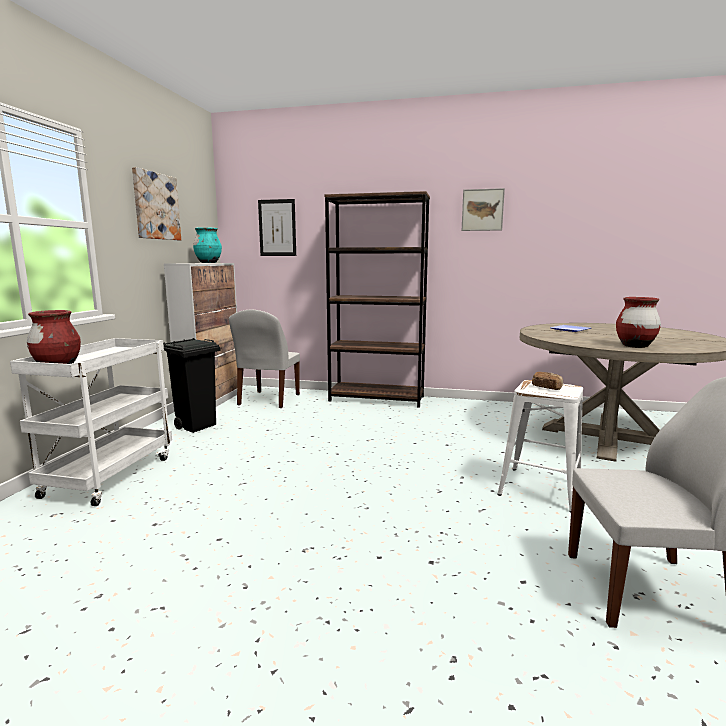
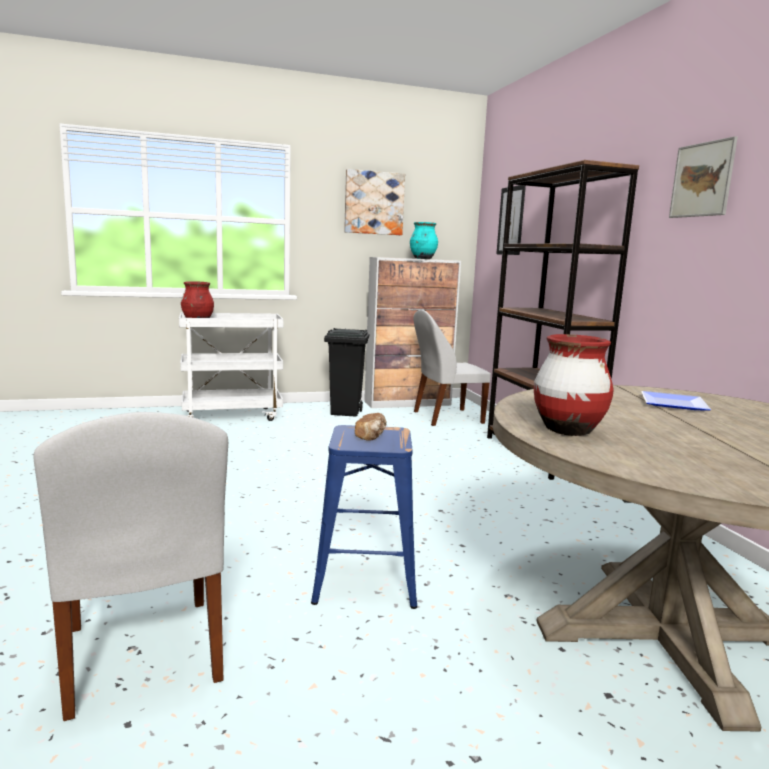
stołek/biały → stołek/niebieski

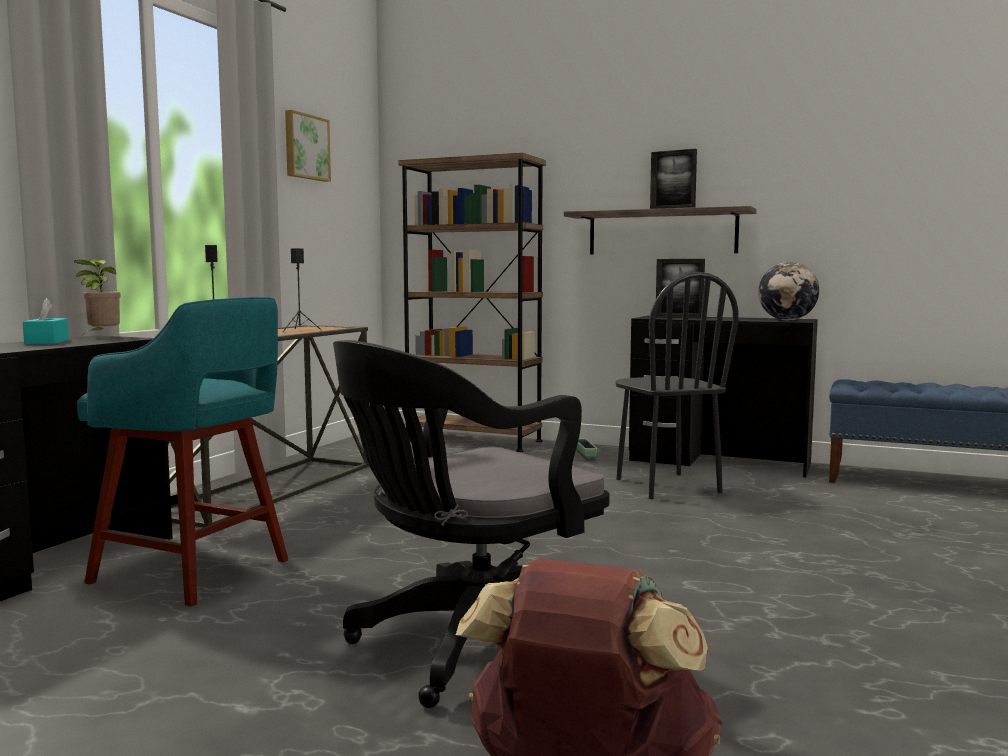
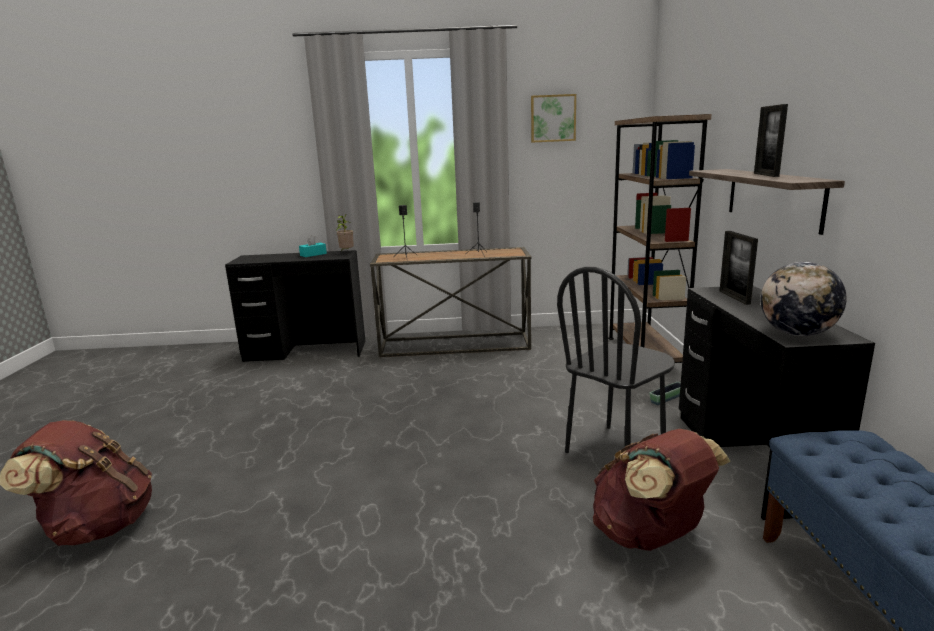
stołek/turkusowy → -
krzesło biurowe/czarny → -
- → plecak/brązowy (no. 2 from left)

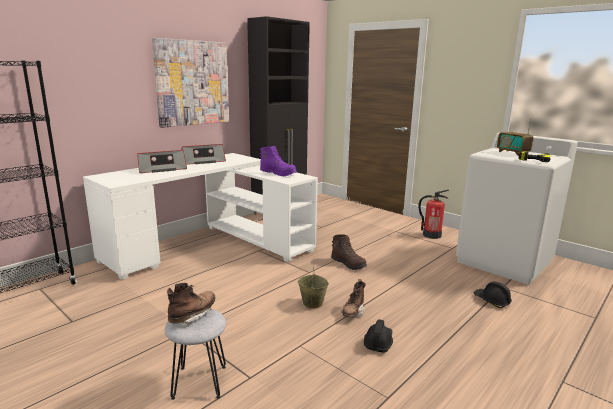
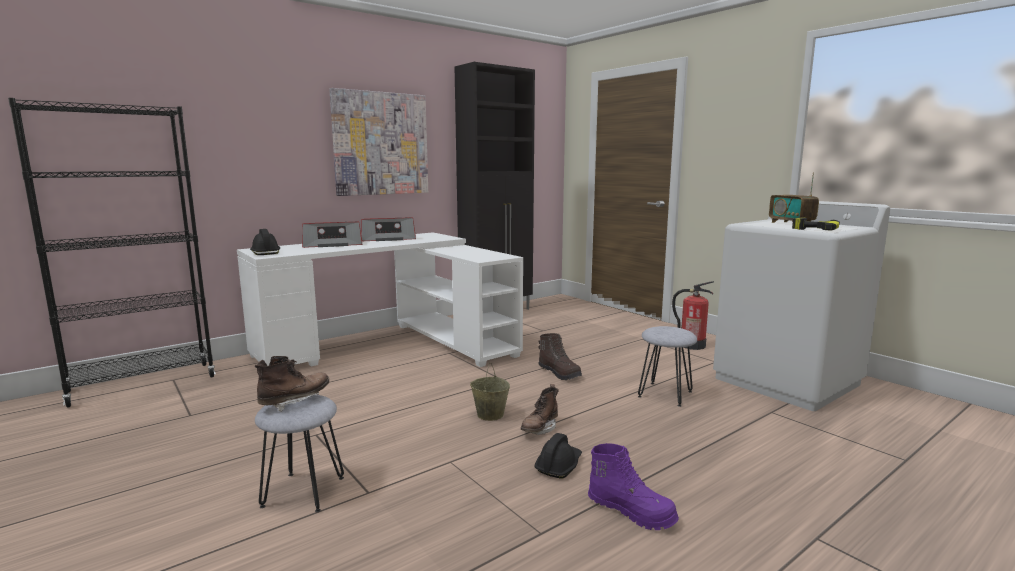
- → stołek/szary (no. 2 from left)
but z cholewką/fioletowy, shifted
kask/czarny (no. 2 from left in the first image) → kask/czarny (no. 1 from left), shifted

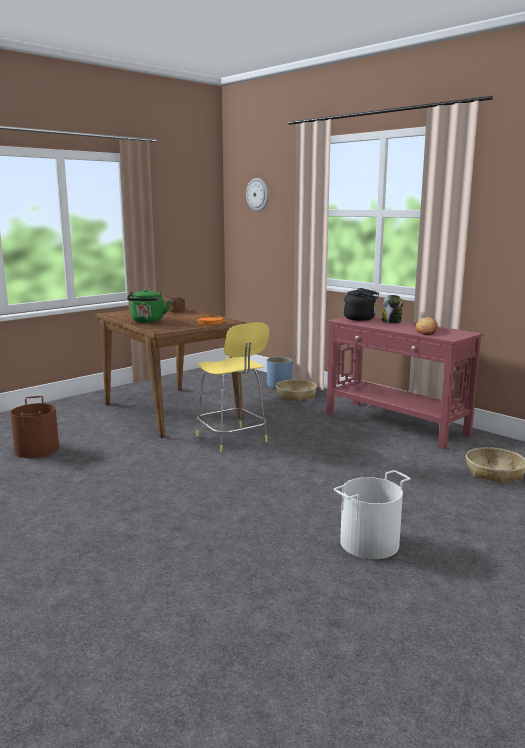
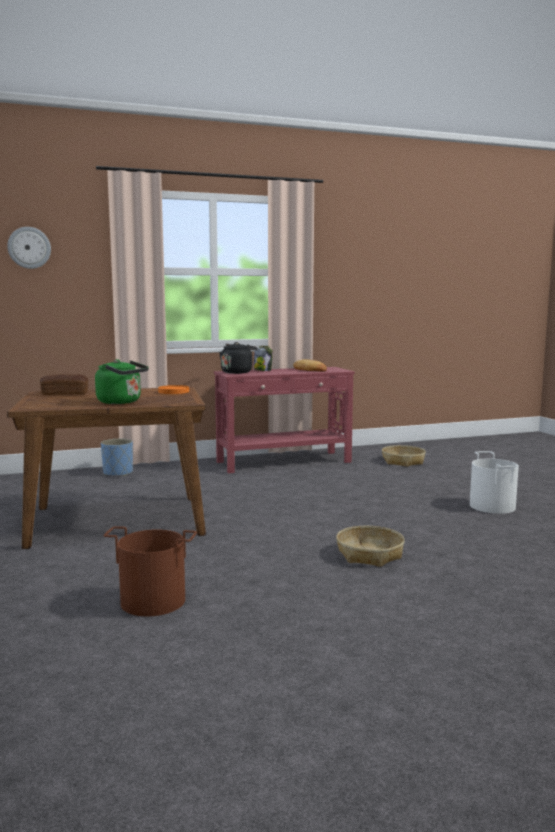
stołek/żółty → -
koszyk (no. 1 from left), shifted

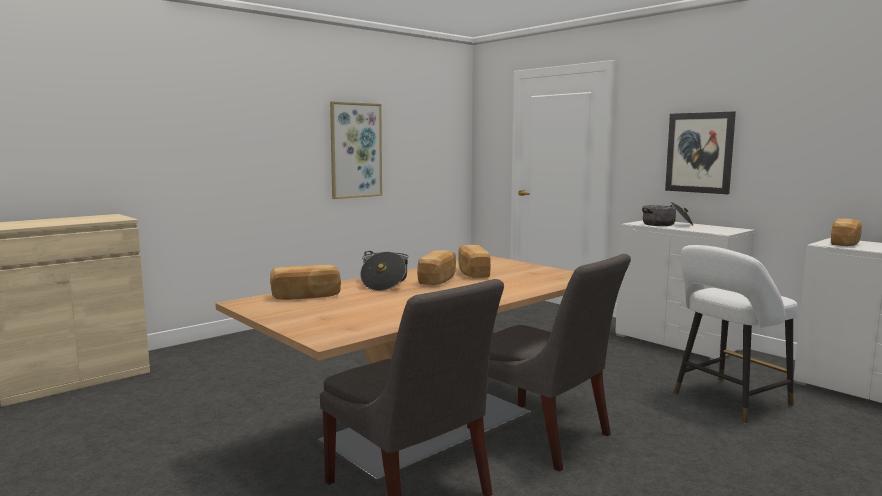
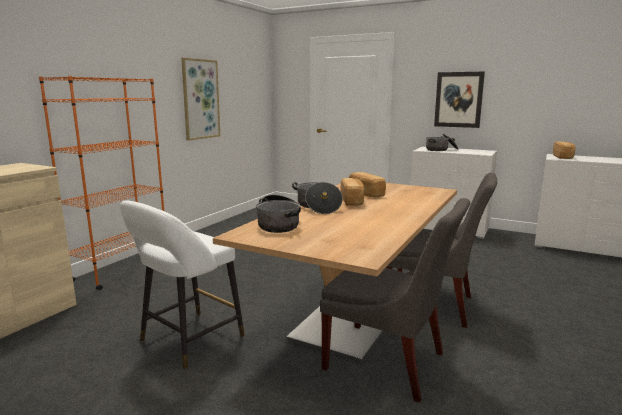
- → regał/pomarańczowy
stołek/biały, shifted
chleb (no. 1 from left) → garnek (no. 1 from left)

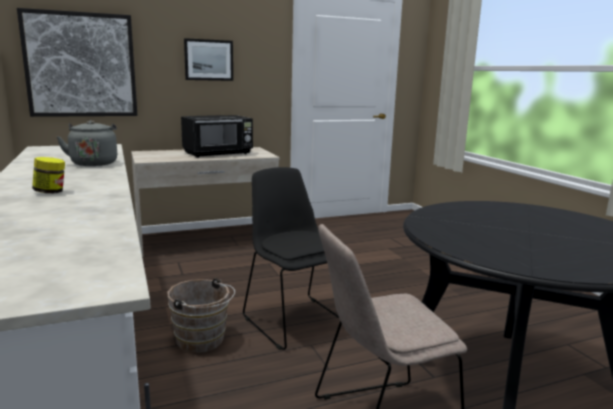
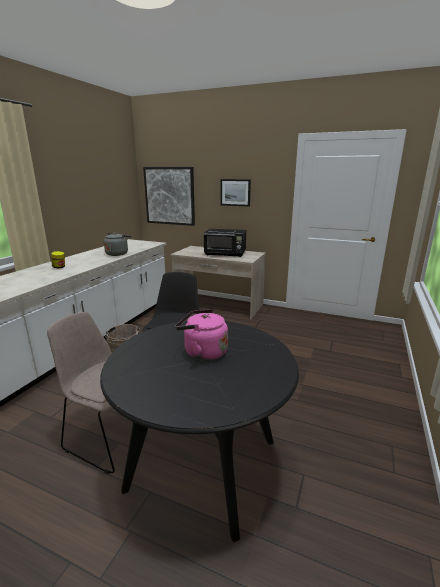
- → czajnik/różowy

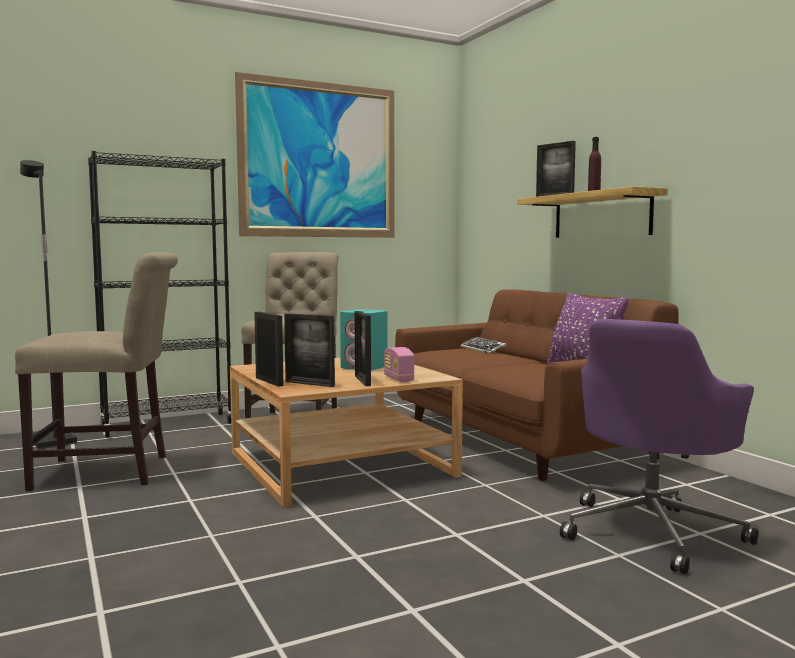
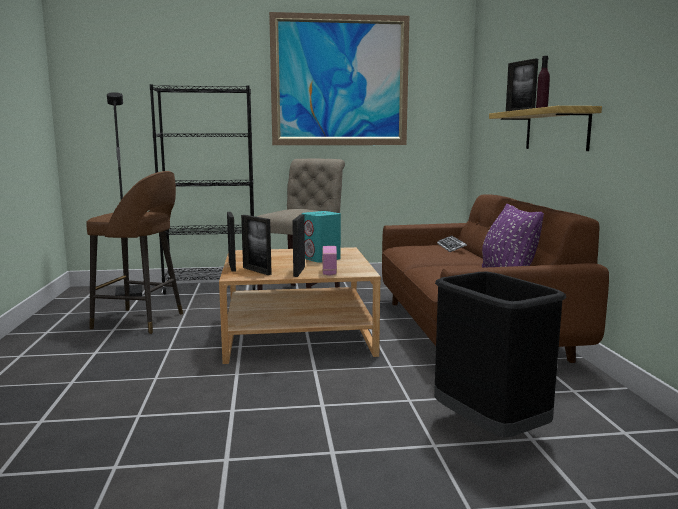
krzesło/beżowy (no. 1 from left) → stołek/brązowy
krzesło biurowe/fioletowy → kosz na śmieci/czarny

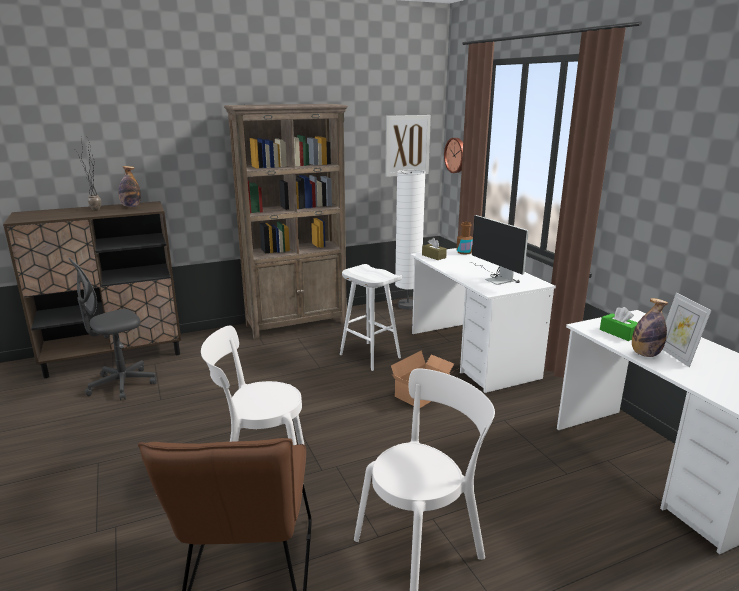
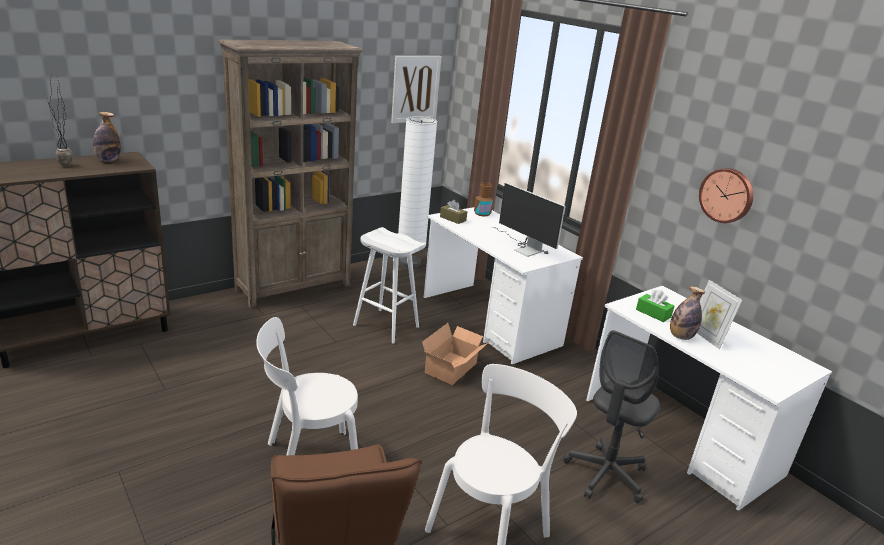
krzesło biurowe/szary, shifted
zegar ścienny, shifted

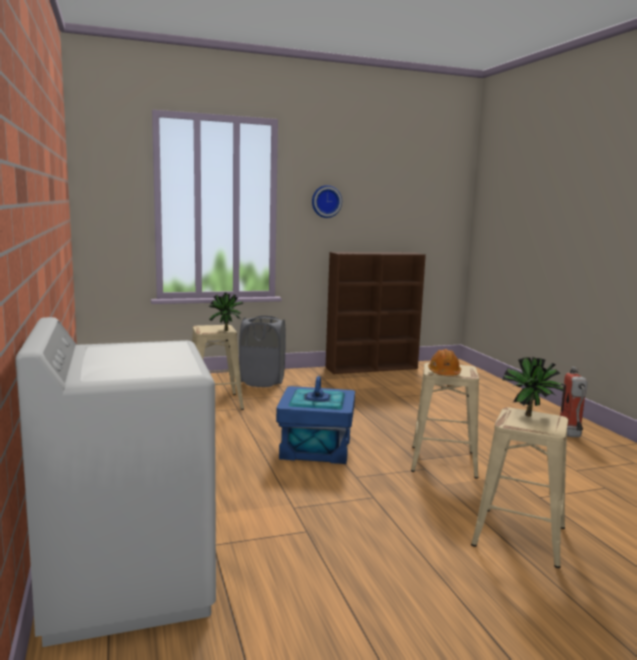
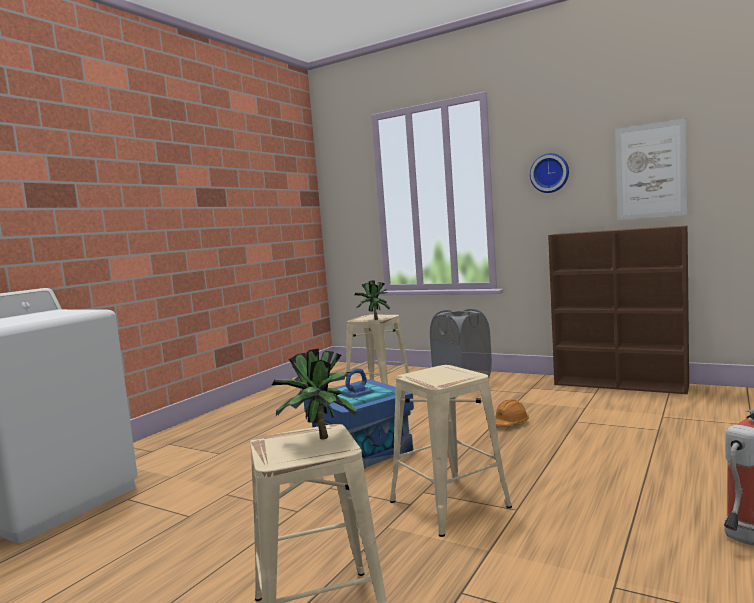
- → obraz
kask/pomarańczowy, shifted

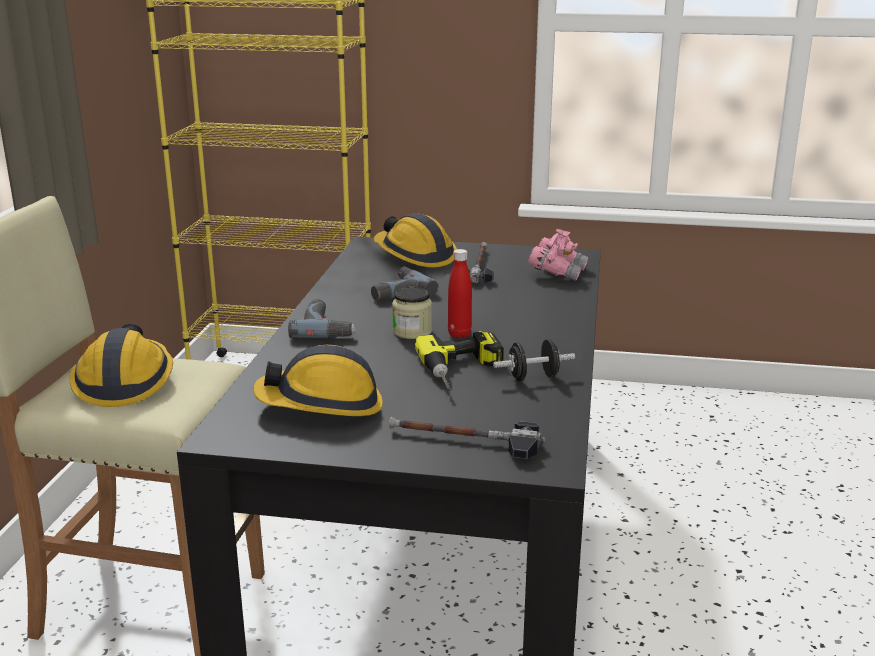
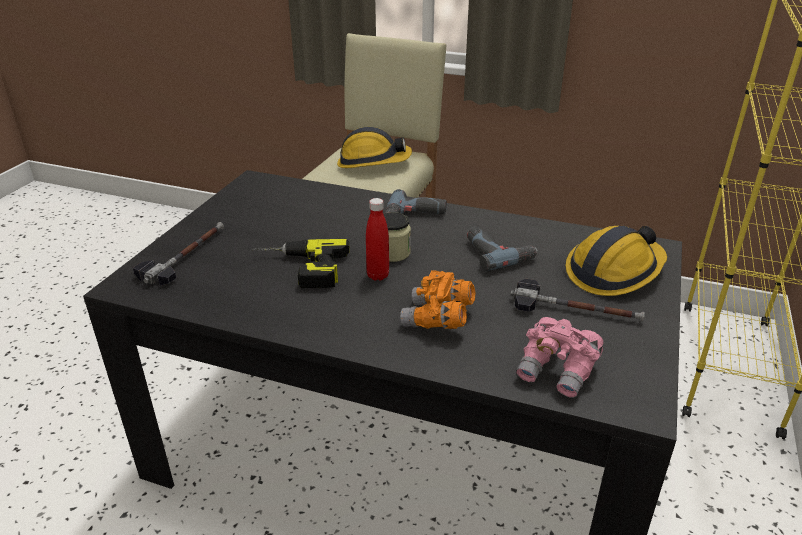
kask (no. 2 from left) → -
hantel/czarny → -
- → lornetka/pomarańczowy

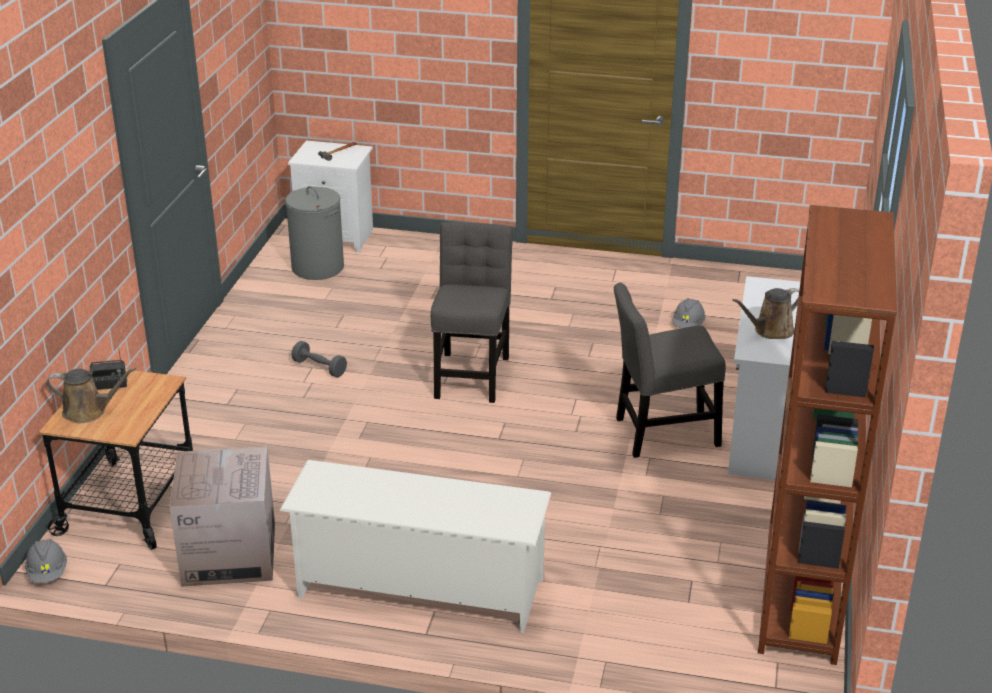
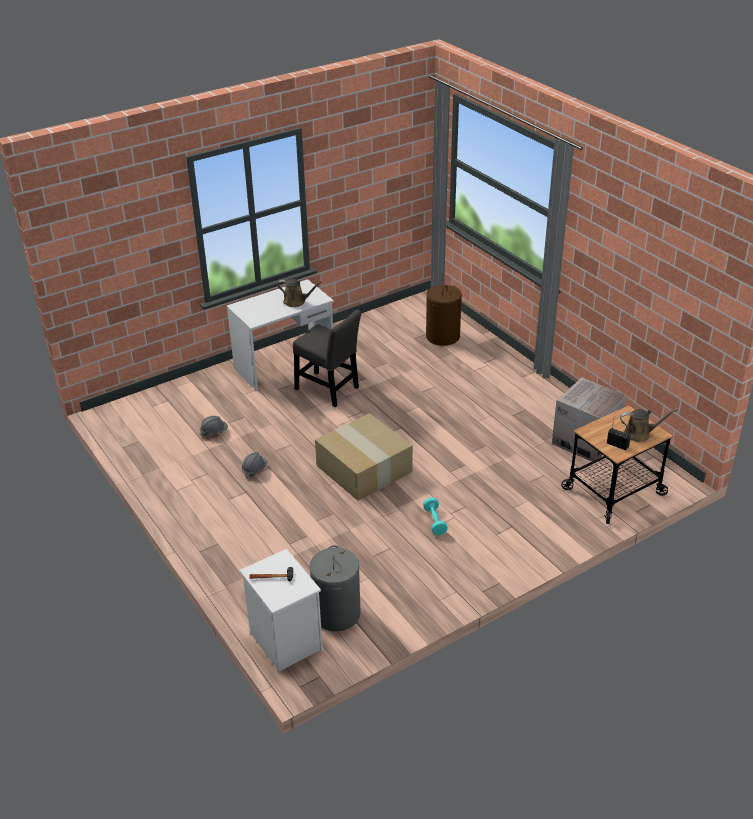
regał na buty/biały → -
regał/brązowy → -
- → kosz na pranie/brązowy
kask/szary (no. 1 from left in the first image) → kask/szary (no. 2 from left), shifted
krzesło/szary (no. 1 from left) → karton (no. 1 from left)
hantel/szary → hantel/turkusowy
konewka/brązowy (no. 1 from left in the first image) → konewka/brązowy (no. 2 from left), 135 degrees clockwise

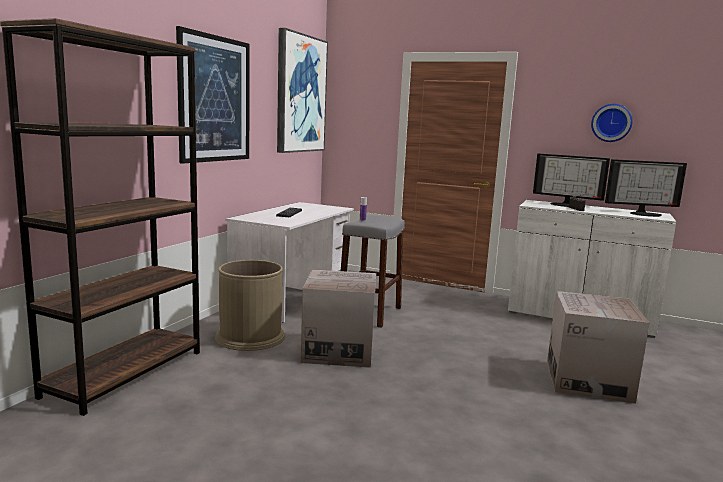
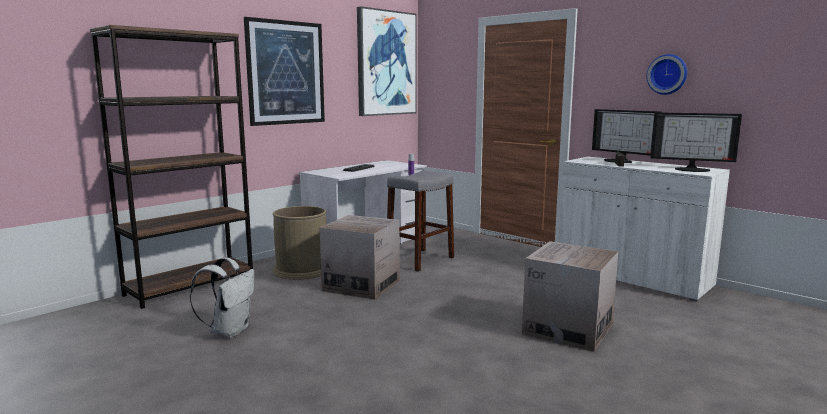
- → plecak/biały

